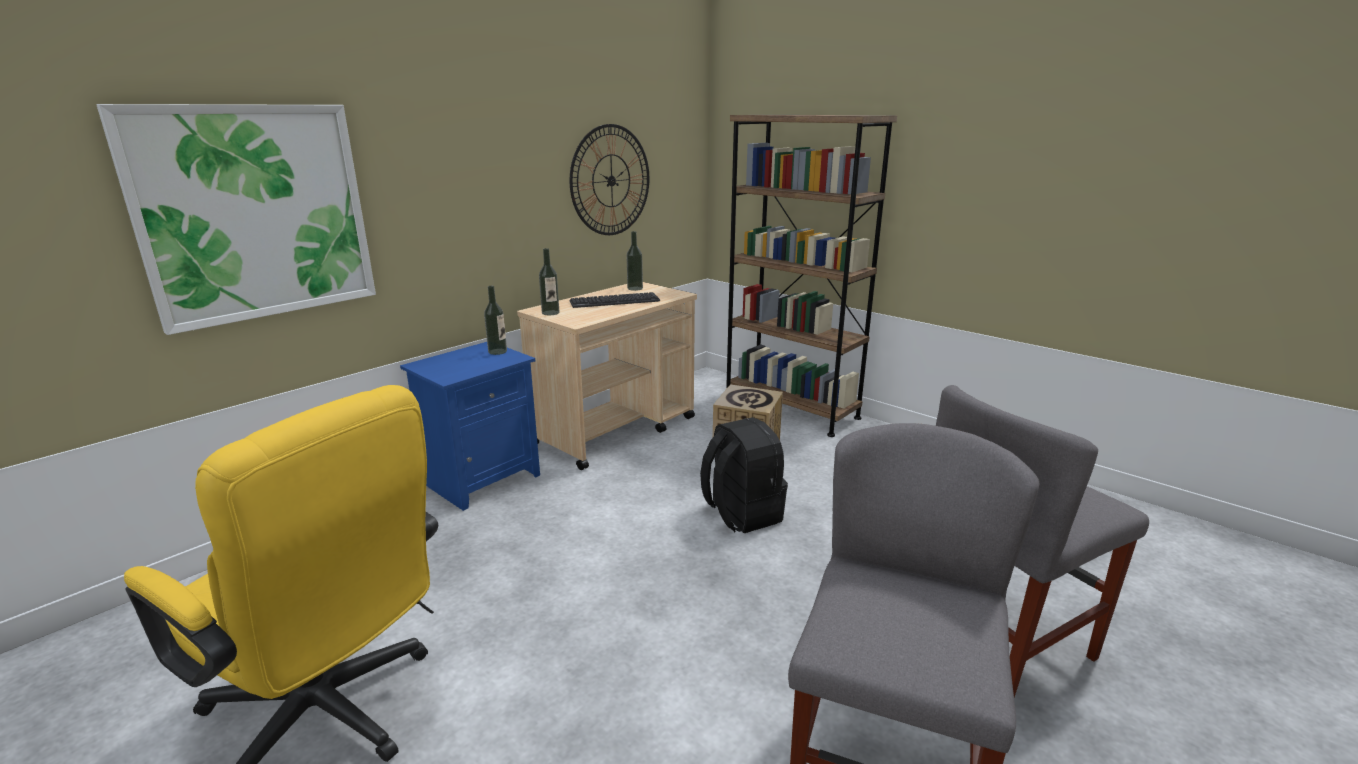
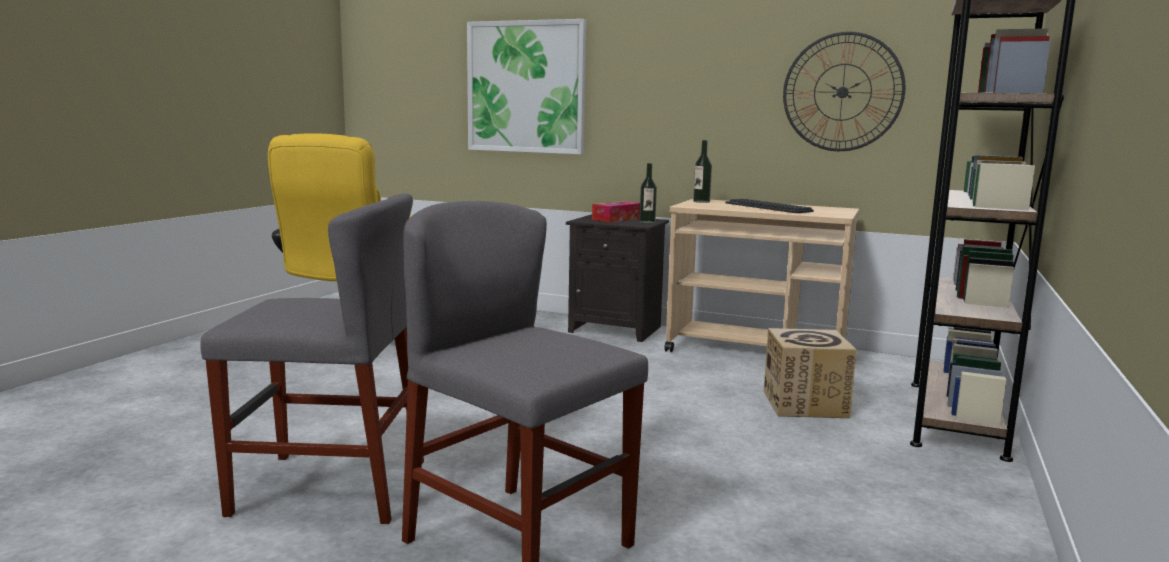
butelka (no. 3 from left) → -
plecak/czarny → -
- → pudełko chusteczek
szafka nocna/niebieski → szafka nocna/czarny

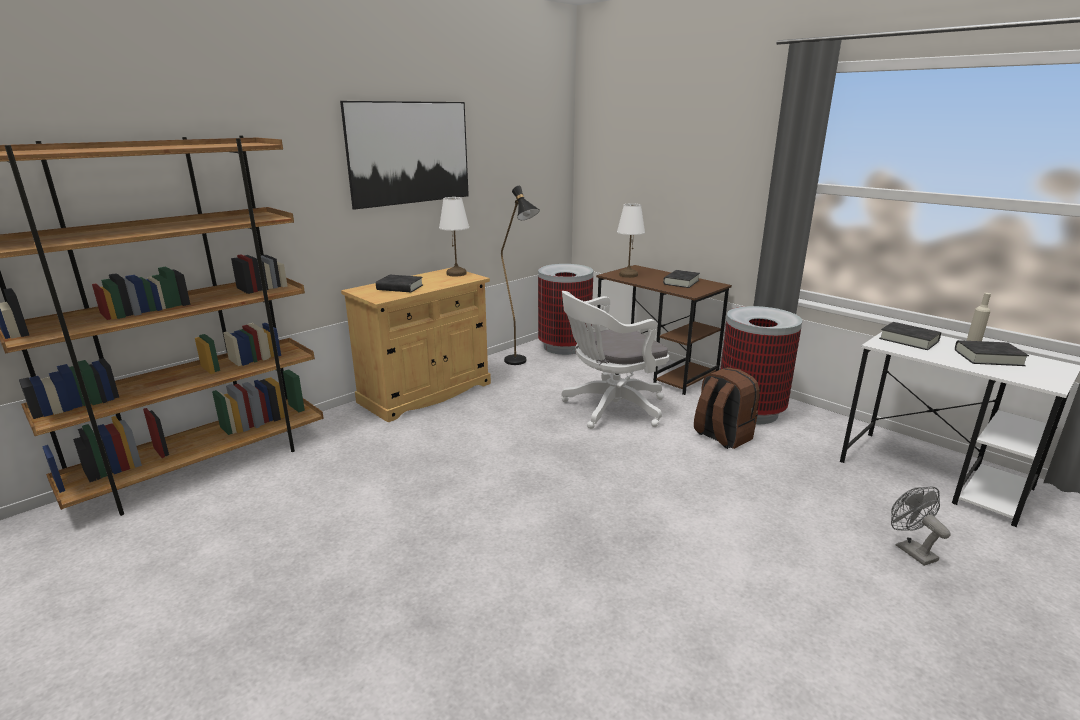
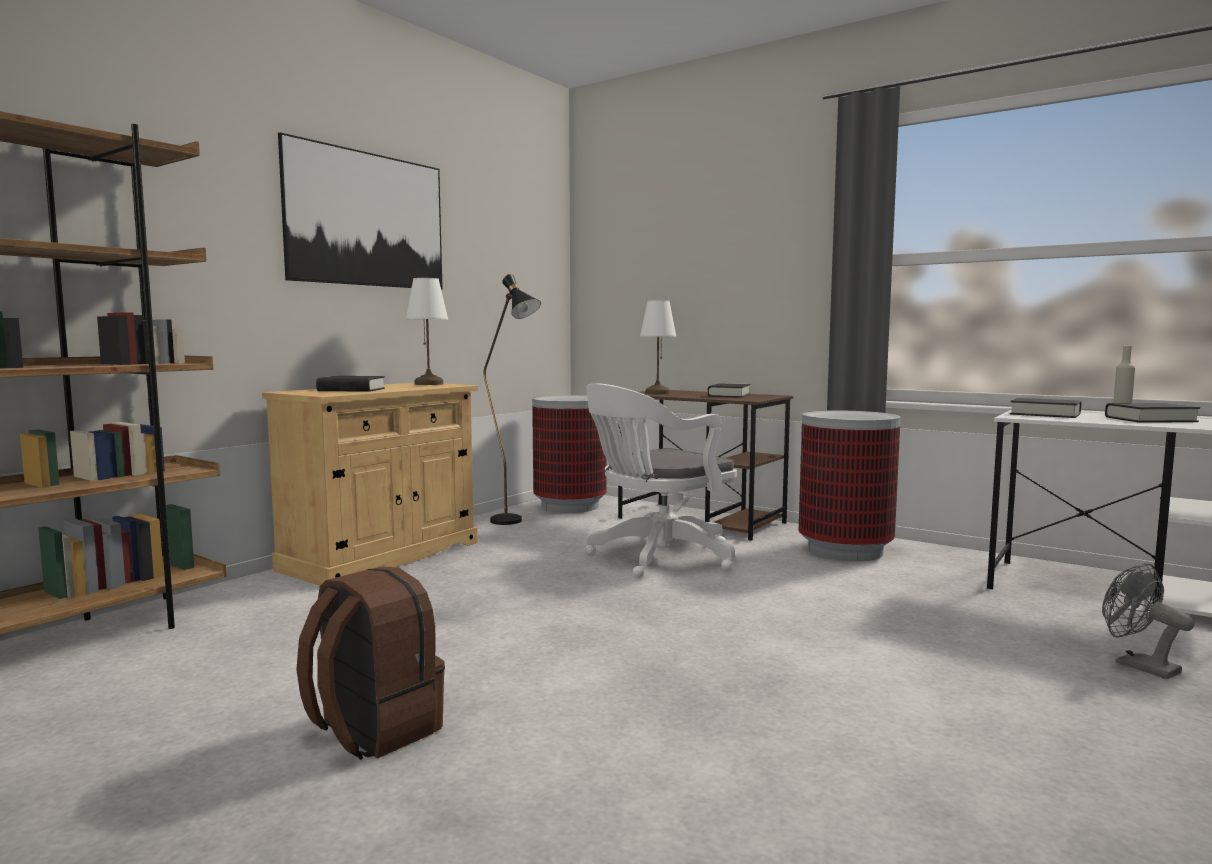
plecak/brązowy, shifted

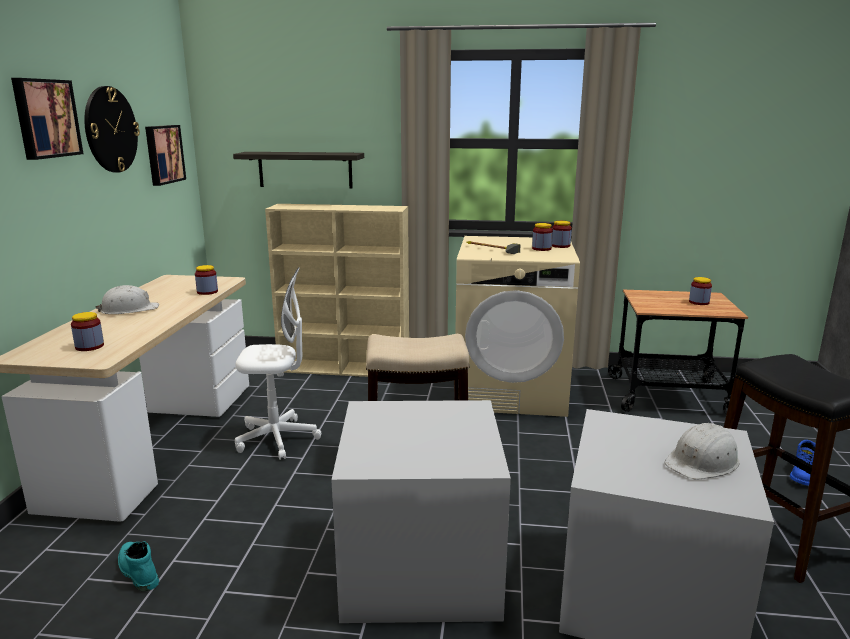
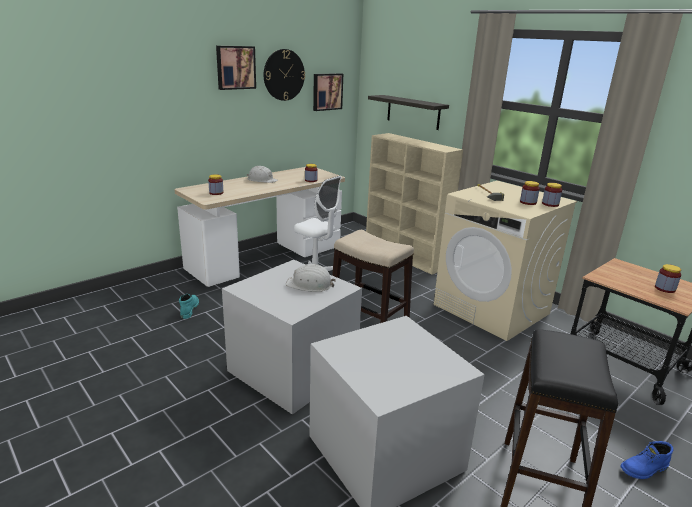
kask/biały (no. 2 from left), shifted

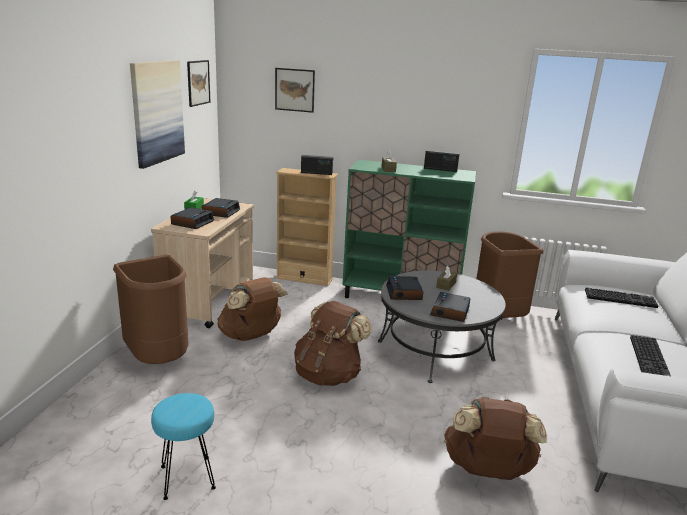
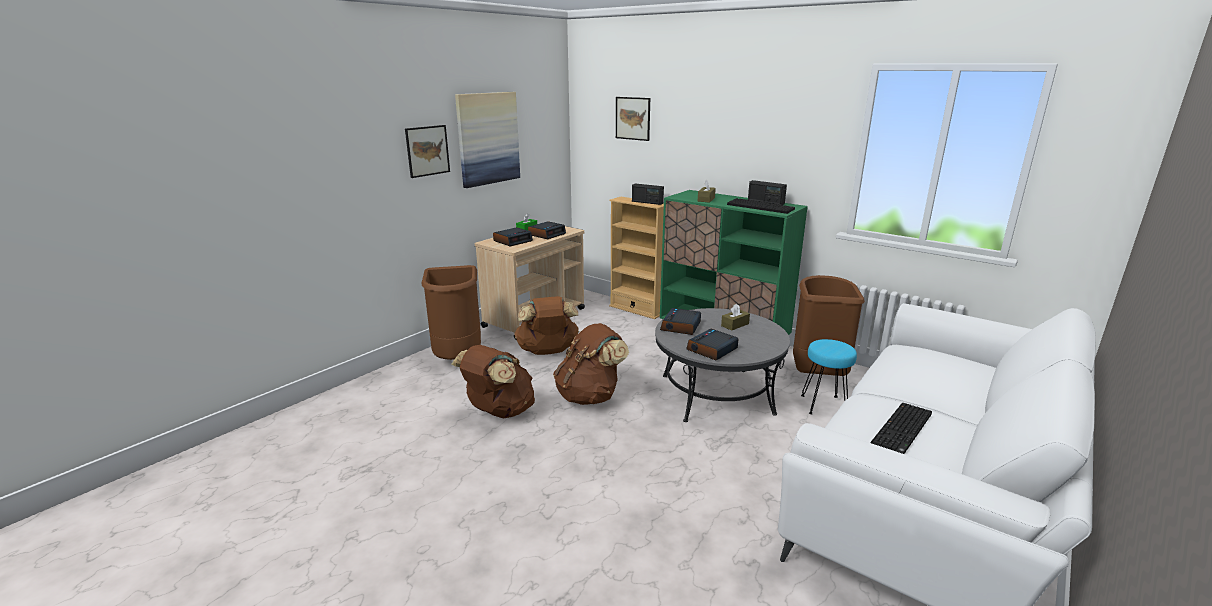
stołek/turkusowy, shifted
obraz (no. 2 from left in the first image) → obraz (no. 1 from left), shifted
plecak/brązowy (no. 3 from left in the first image) → plecak/brązowy (no. 1 from left), shifted
klawiatura (no. 1 from left), shifted

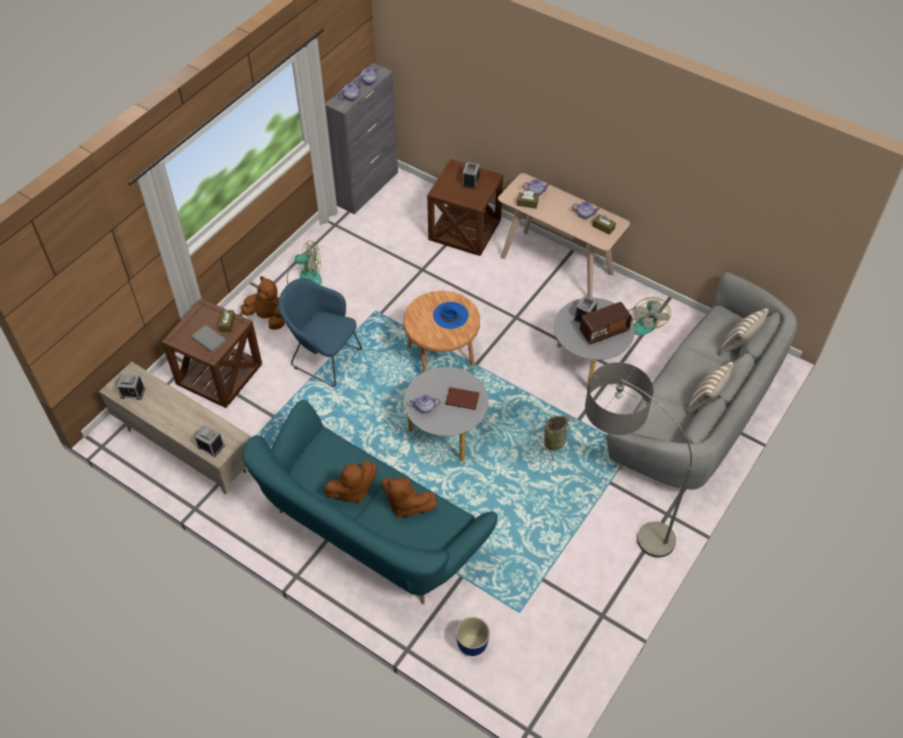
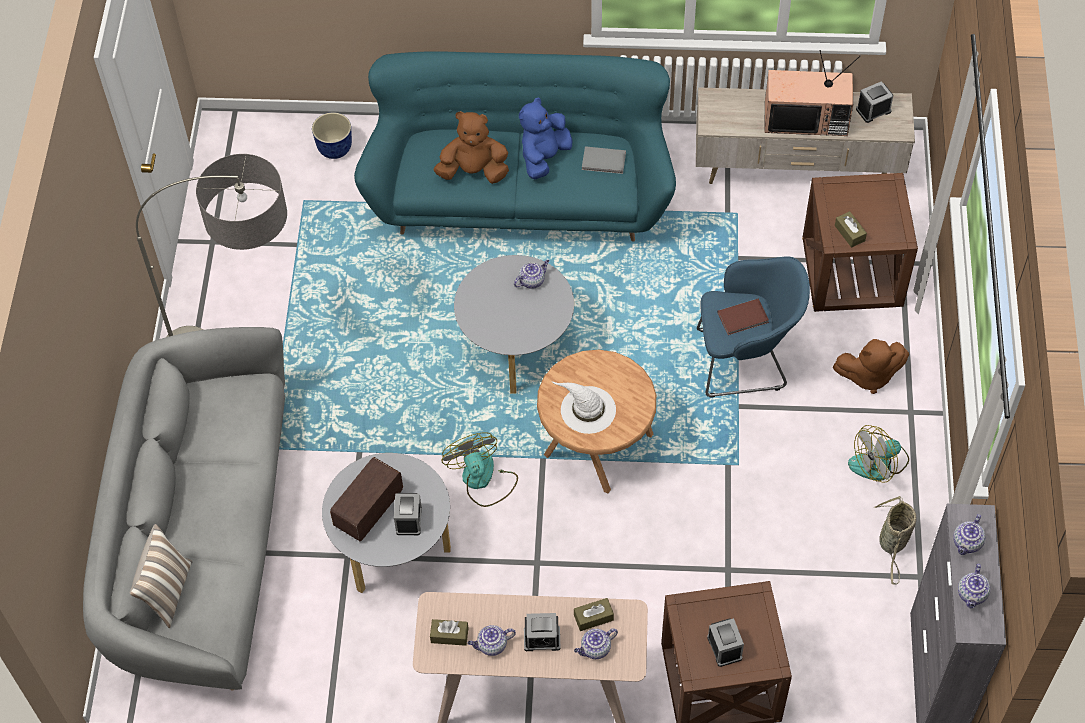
poduszka (no. 1 from left) → -
- → telewizor
książka/szary, shifted
budzik (no. 2 from left), shifted
książka/brązowy, shifted
koszyk, shifted
wentylator (no. 2 from left in the first image) → wentylator (no. 1 from left), shifted
pluszak/brązowy (no. 2 from left) → pluszak/niebieski
kapelusz/niebieski → kapelusz/biały

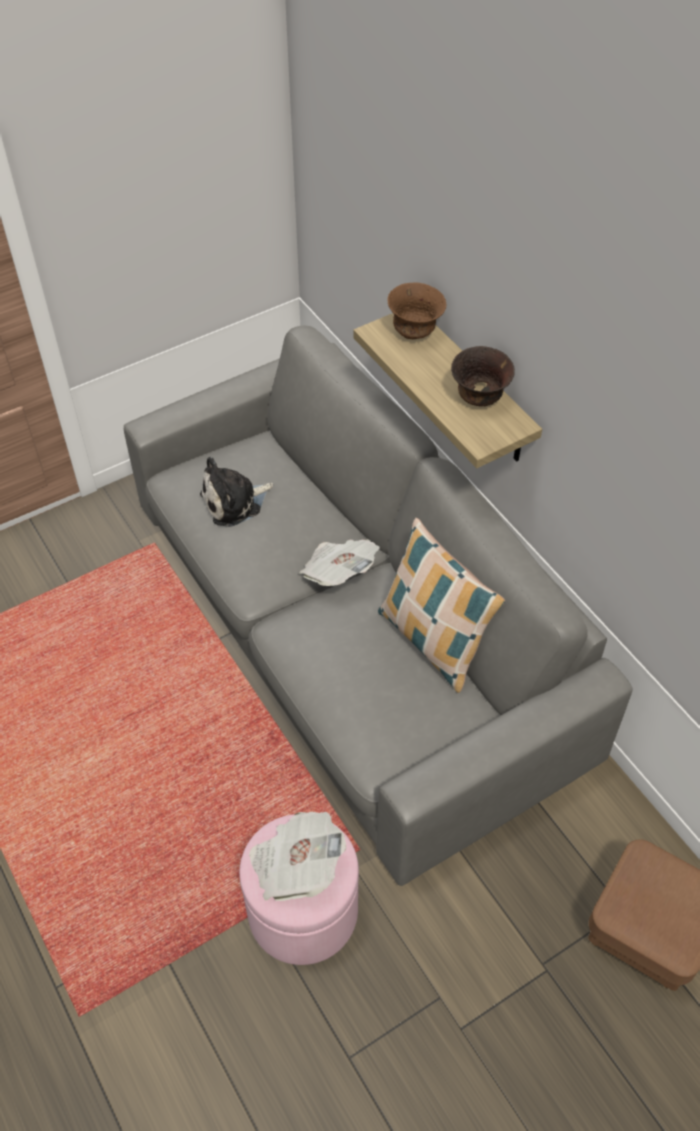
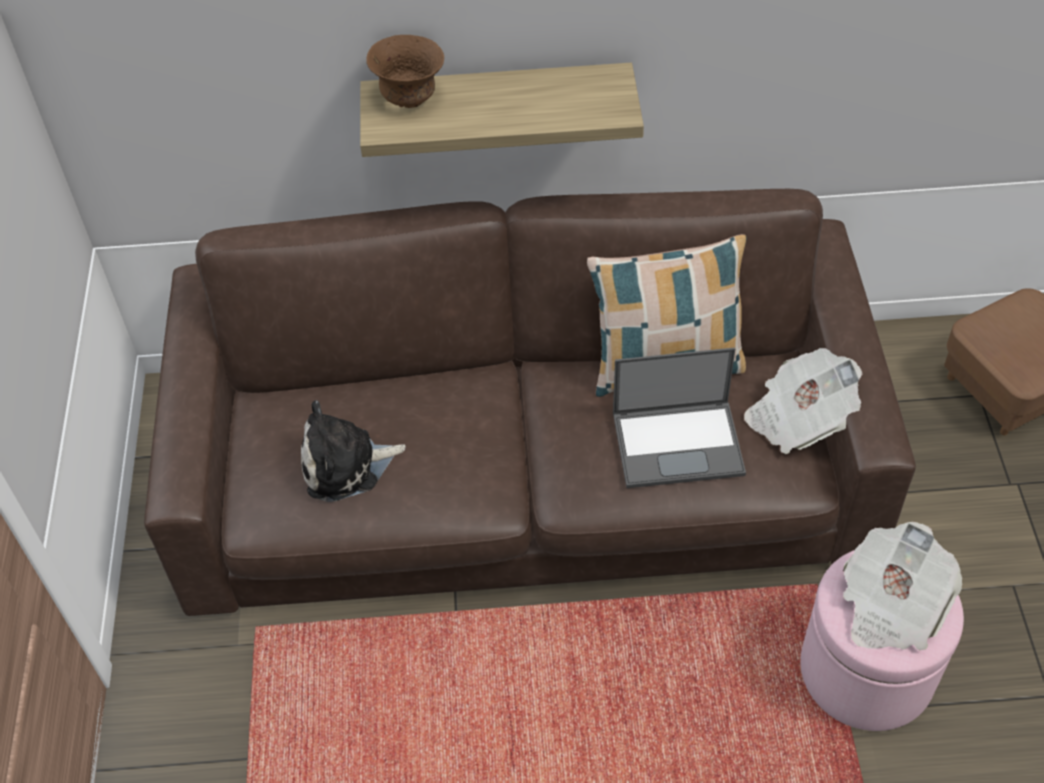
miska/brązowy (no. 2 from left) → -
- → laptop
gazeta (no. 2 from left in the first image) → gazeta (no. 1 from left), shifted
kanapa/szary → kanapa/brązowy
pluszak, 75 degrees clockwise

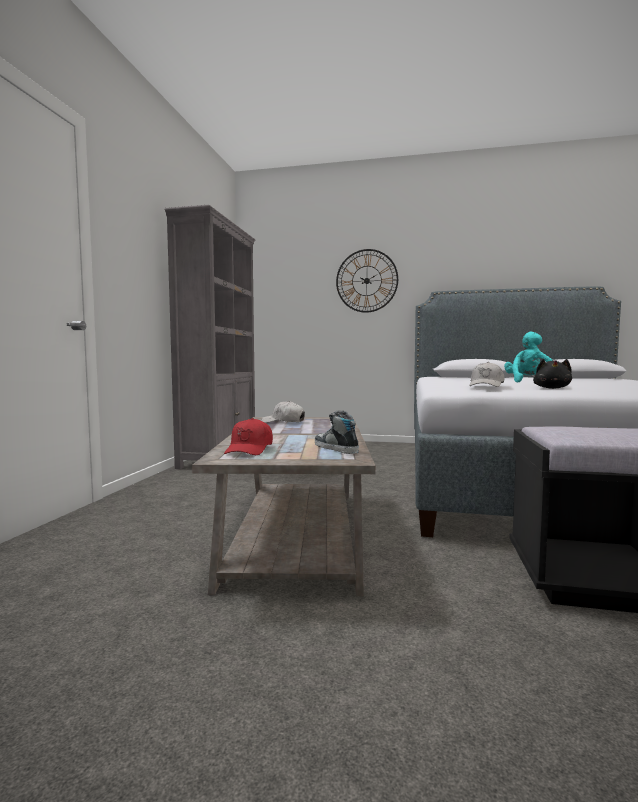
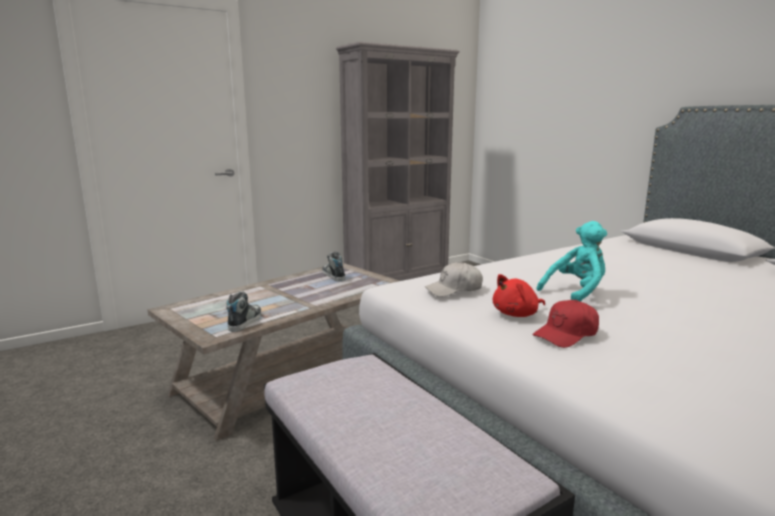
zegar ścienny → -
czapka z daszkiem/czerwony, shifted
czapka z daszkiem/biały (no. 1 from left) → but (no. 2 from left)
pluszak/czarny → pluszak/czerwony

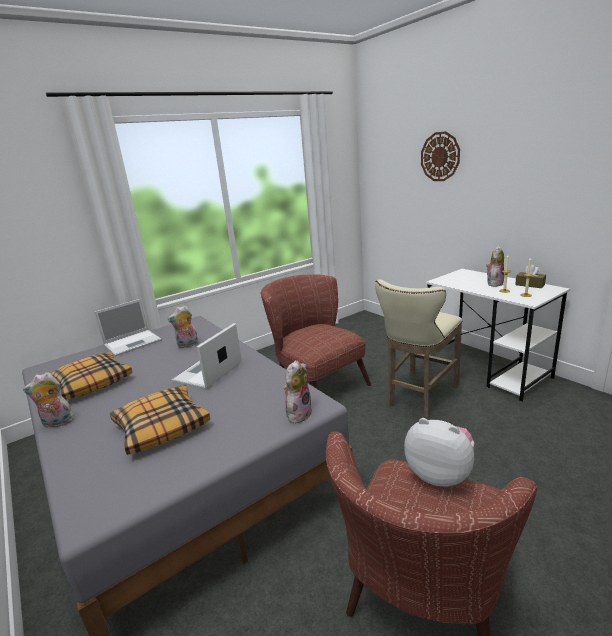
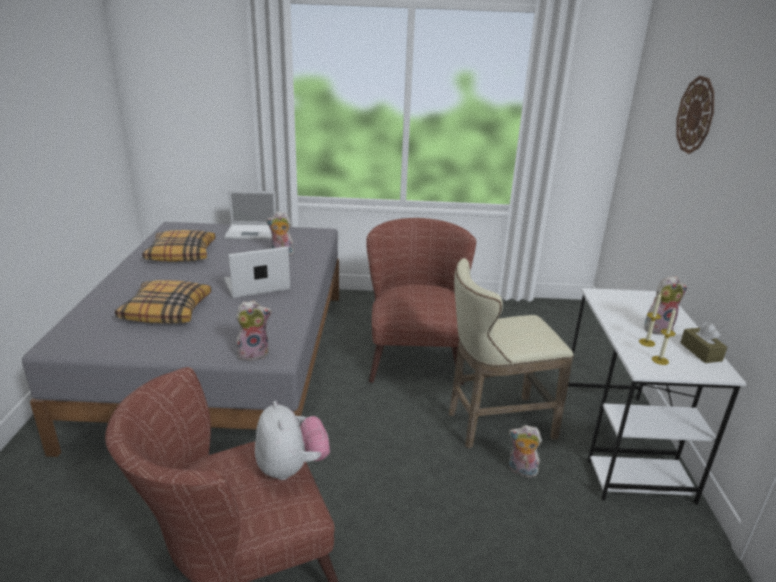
pluszak (no. 1 from left in the first image) → pluszak (no. 4 from left), shifted

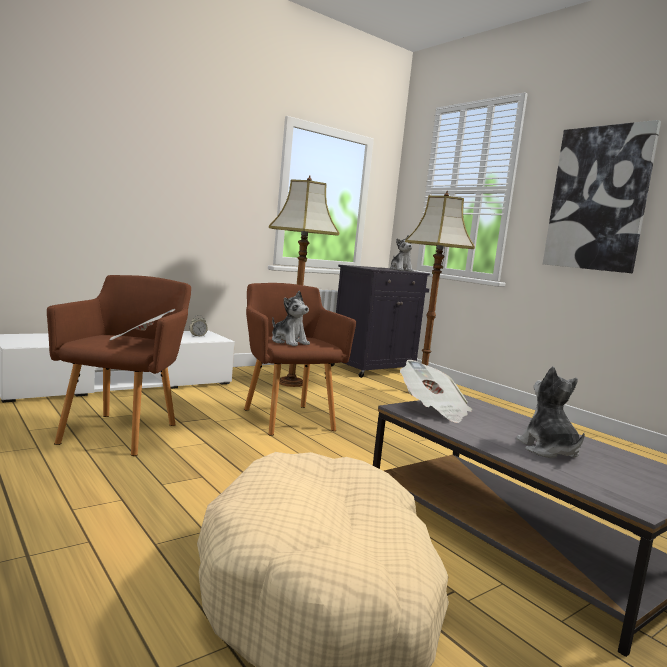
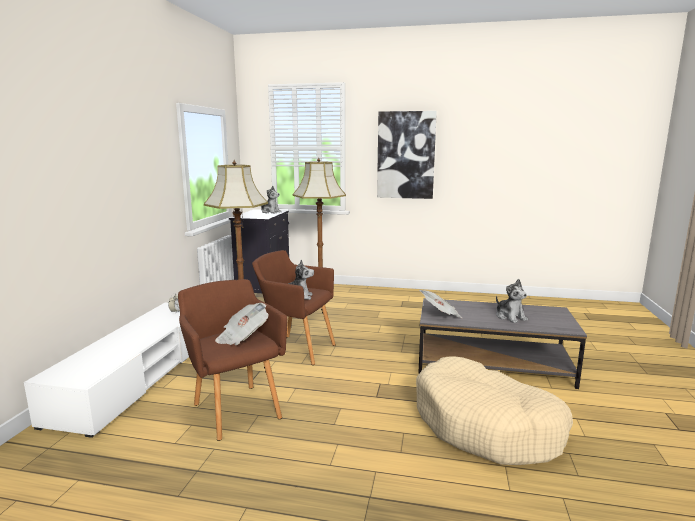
pluszak (no. 3 from left), 150 degrees counterclockwise

